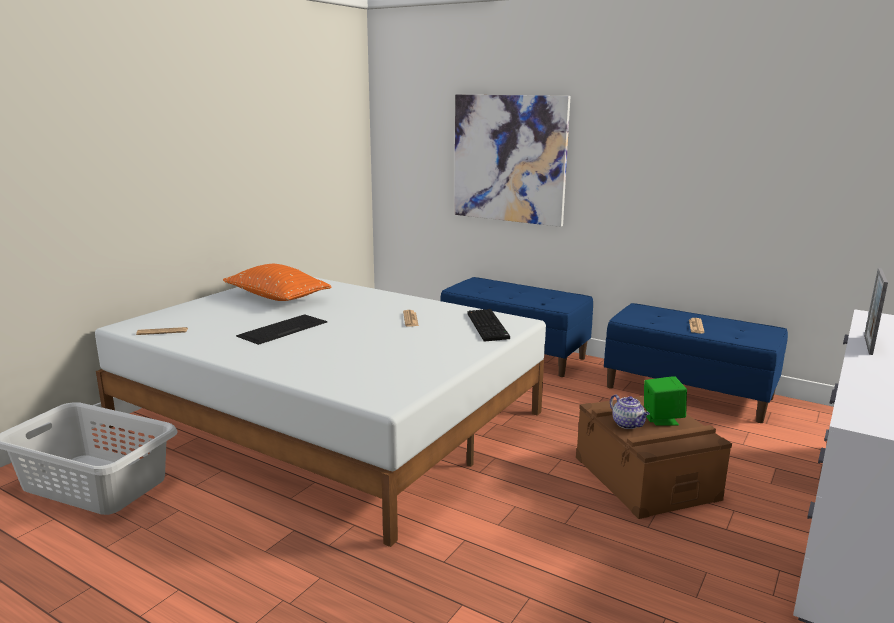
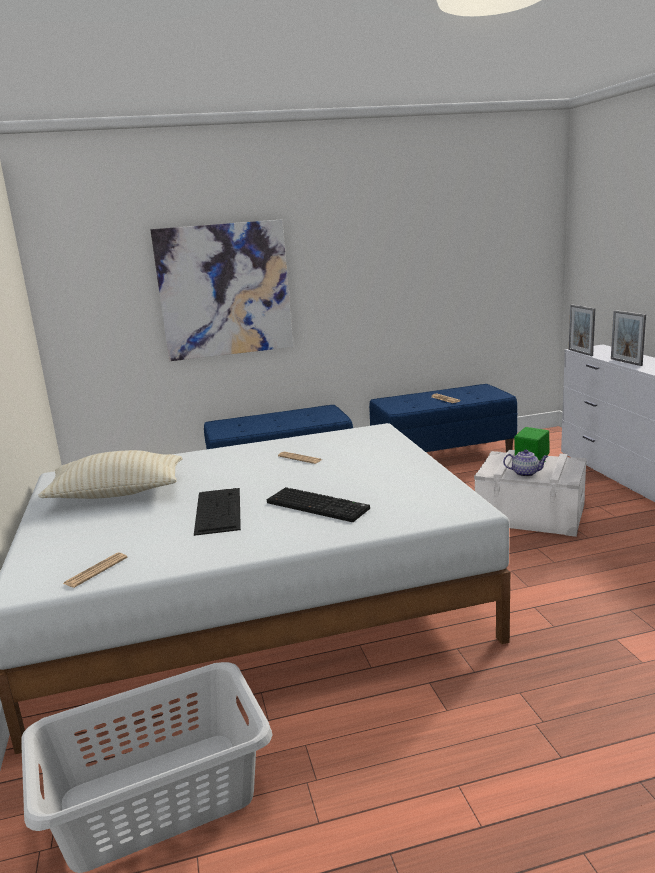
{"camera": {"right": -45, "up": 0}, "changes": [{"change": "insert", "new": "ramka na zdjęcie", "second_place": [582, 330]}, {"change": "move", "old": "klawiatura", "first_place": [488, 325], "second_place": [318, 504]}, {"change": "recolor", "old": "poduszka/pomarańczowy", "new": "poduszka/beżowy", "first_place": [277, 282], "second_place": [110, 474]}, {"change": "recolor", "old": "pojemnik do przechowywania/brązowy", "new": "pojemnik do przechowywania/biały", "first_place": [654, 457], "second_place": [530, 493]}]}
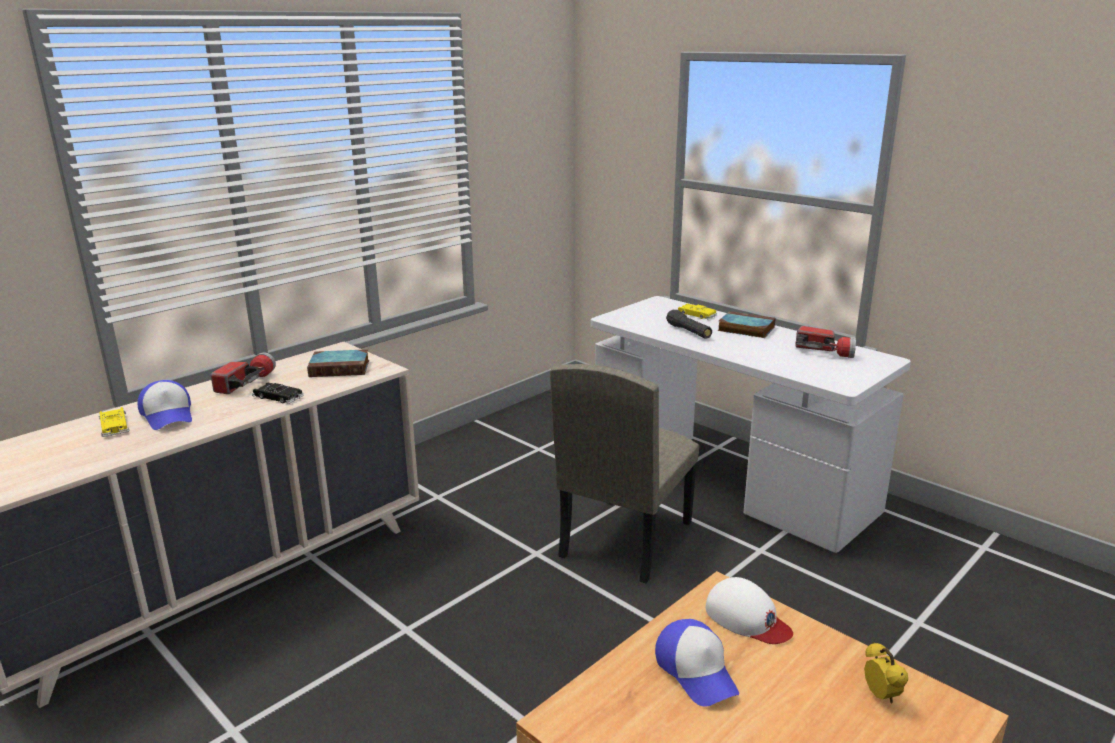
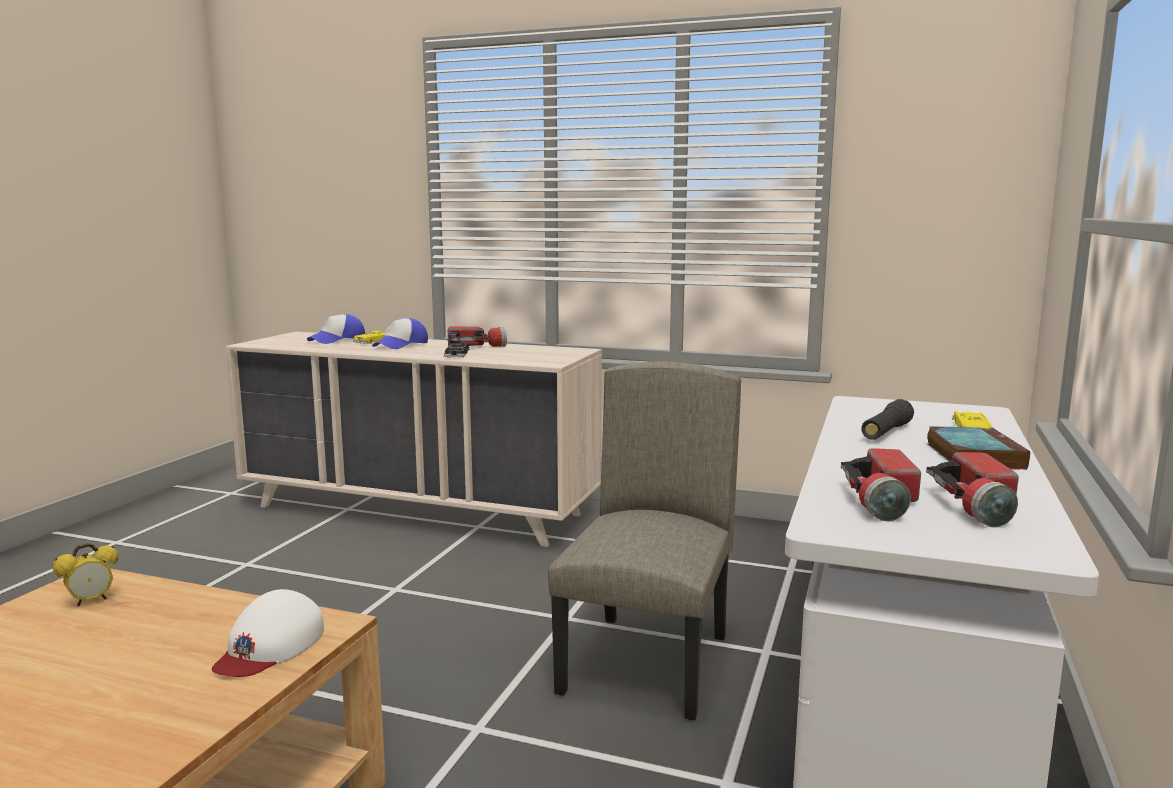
{"camera": {"right": 65, "up": -10}, "changes": [{"change": "delete", "old": "książka", "first_place": [338, 363]}, {"change": "insert", "new": "latarka", "second_place": [881, 485]}, {"change": "move", "old": "czapka z daszkiem", "first_place": [697, 663], "second_place": [336, 329]}, {"change": "move", "old": "budzik", "first_place": [886, 672], "second_place": [85, 574]}, {"change": "rotate", "old": "krzesło/beżowy", "first_place": [624, 473], "second_place": [644, 540], "degrees": 105}]}
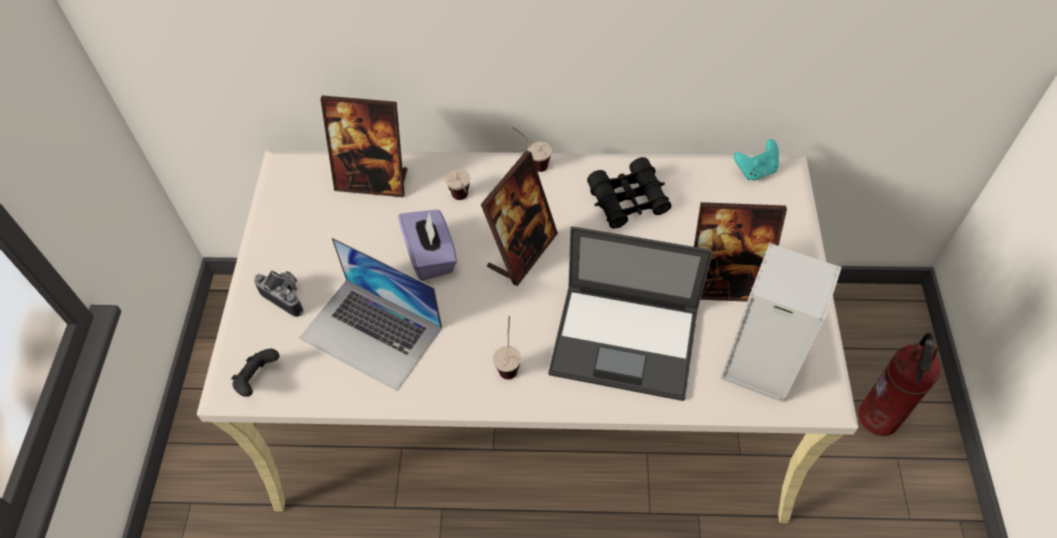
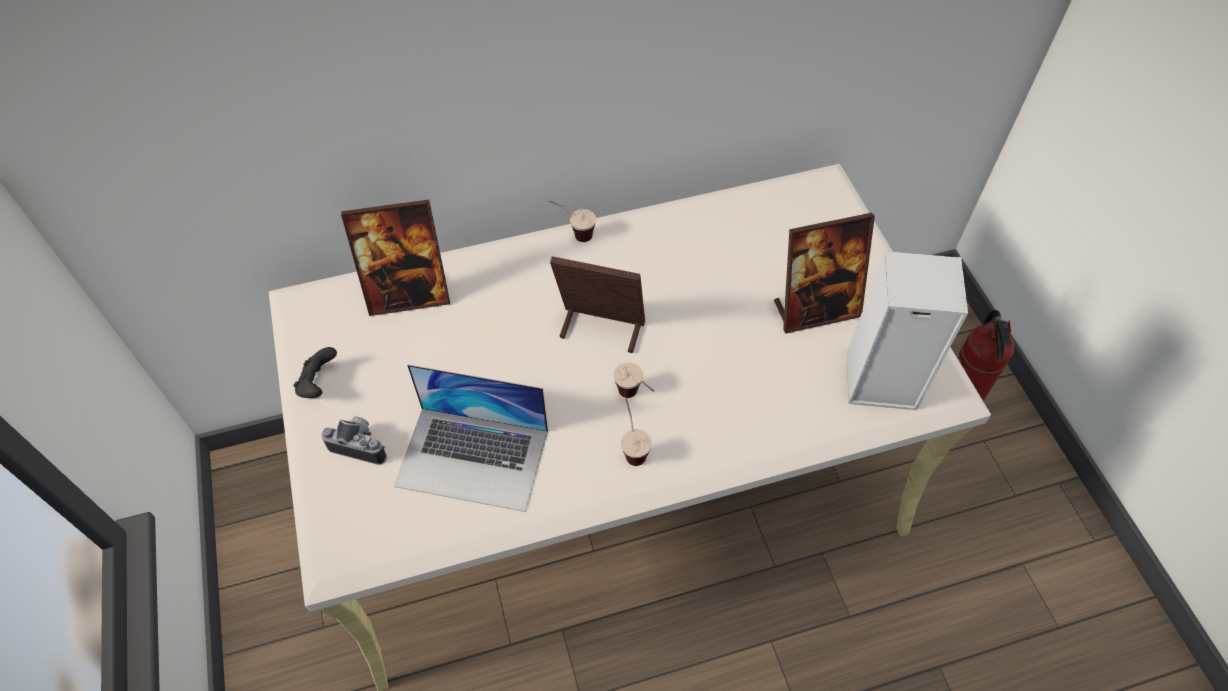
{"camera": {"right": -20, "up": 0}, "changes": [{"change": "delete", "old": "pudełko chusteczek/fioletowy", "first_place": [427, 245]}, {"change": "delete", "old": "laptop", "first_place": [630, 313]}, {"change": "delete", "old": "lornetka/czarny", "first_place": [629, 193]}, {"change": "delete", "old": "pad do gier/turkusowy", "first_place": [756, 159]}, {"change": "move", "old": "pad do gier/czarny", "first_place": [255, 373], "second_place": [315, 372]}, {"change": "move", "old": "filiżanka", "first_place": [458, 184], "second_place": [633, 380]}, {"change": "rotate", "old": "ramka na zdjęcie", "first_place": [519, 218], "second_place": [597, 304], "degrees": -90}]}
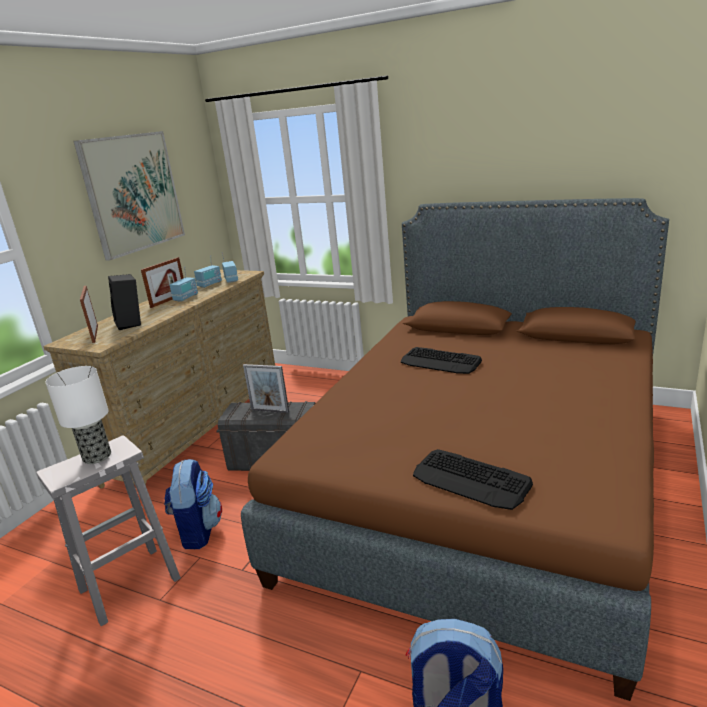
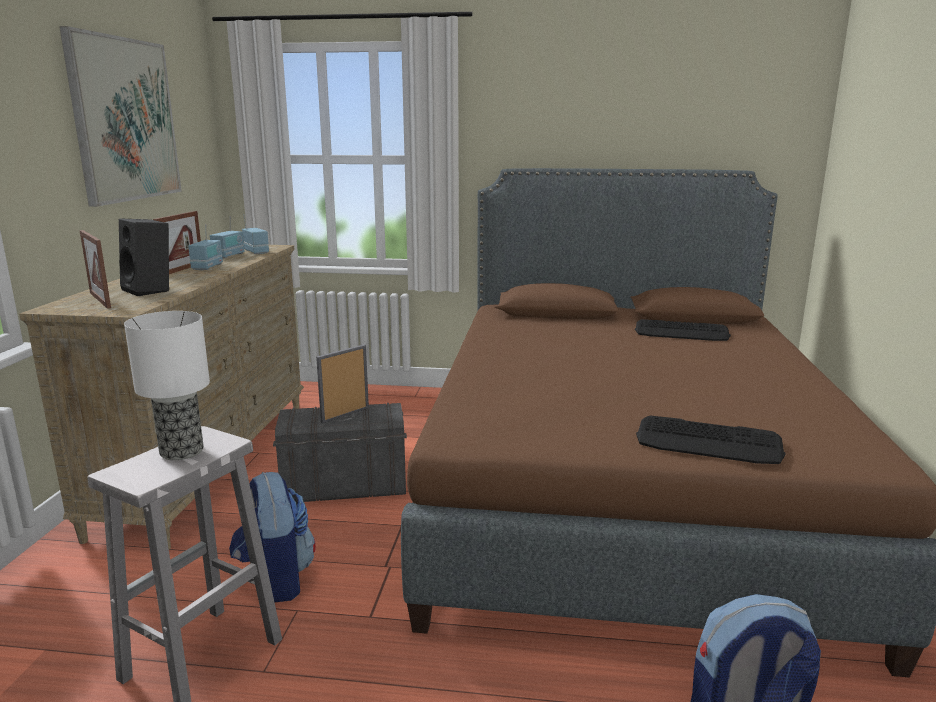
{"camera": {"right": -20, "up": -5}, "changes": [{"change": "move", "old": "klawiatura", "first_place": [441, 360], "second_place": [683, 330]}, {"change": "rotate", "old": "ramka na zdjęcie", "first_place": [266, 388], "second_place": [342, 383], "degrees": 135}]}
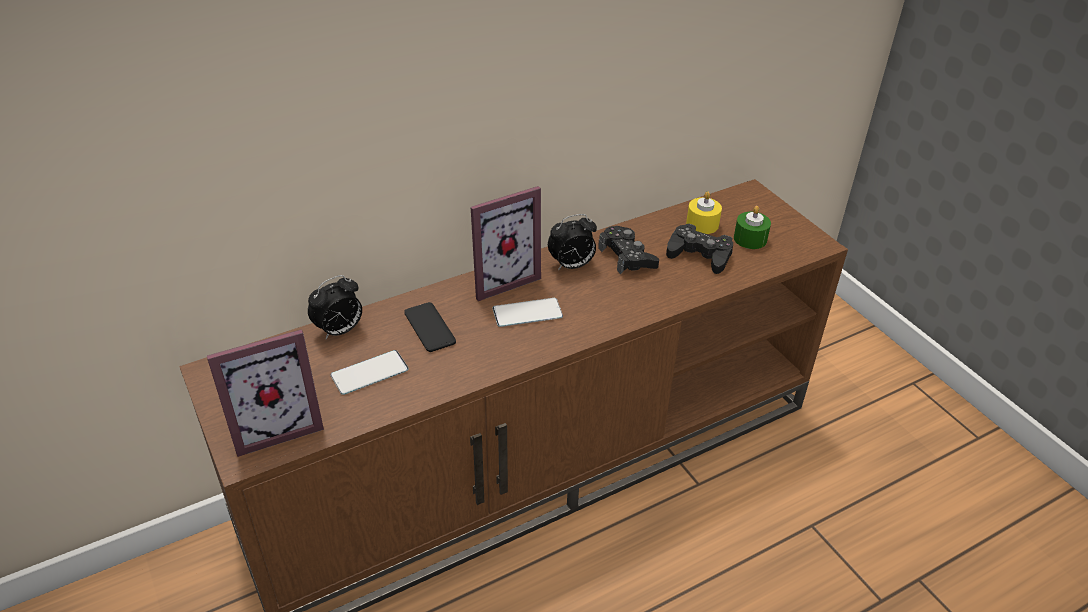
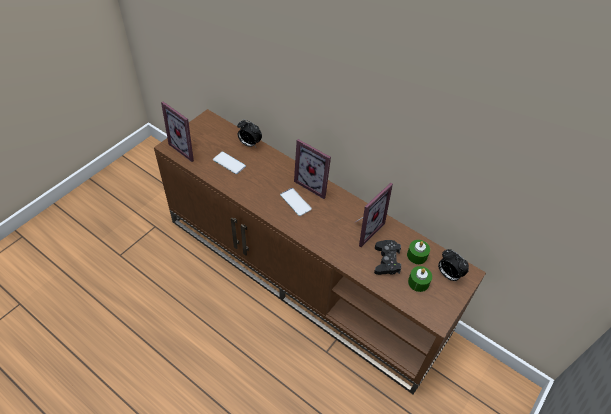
{"camera": {"right": 65, "up": 10}, "changes": [{"change": "delete", "old": "telefon", "first_place": [430, 327]}, {"change": "move", "old": "budzik", "first_place": [572, 242], "second_place": [453, 265]}, {"change": "replace", "old": "pad do gier/czarny", "new": "ramka na zdjęcie", "first_place": [628, 250], "second_place": [374, 215]}, {"change": "recolor", "old": "świeca/żółty", "new": "świeca/zielony", "first_place": [704, 212], "second_place": [418, 252]}]}
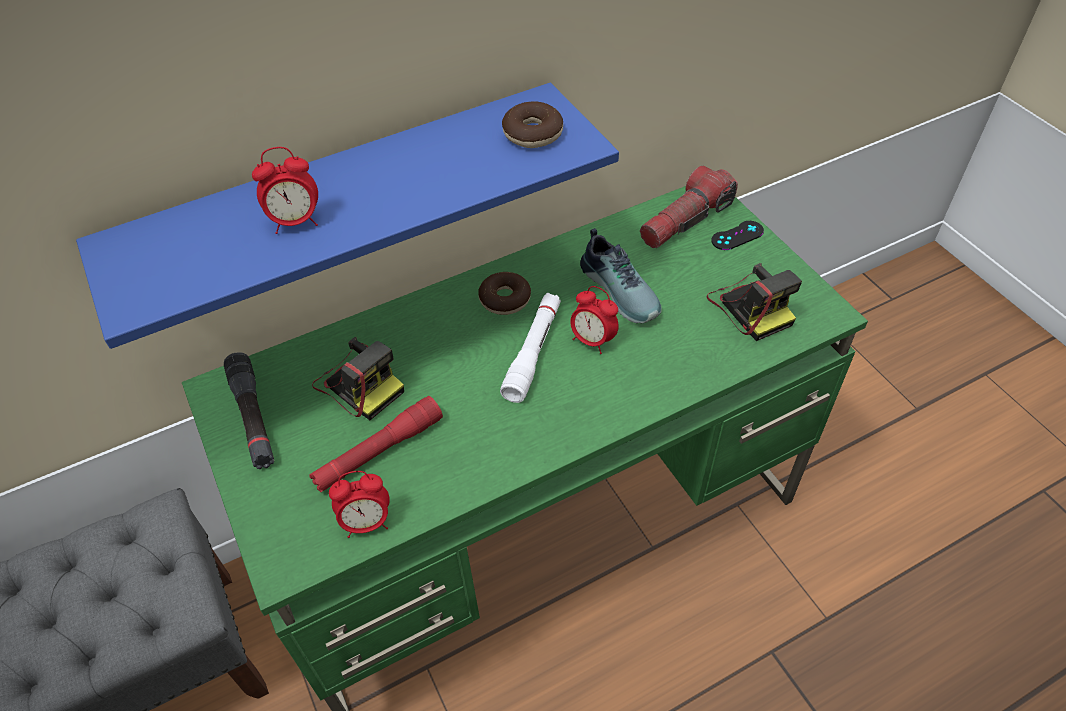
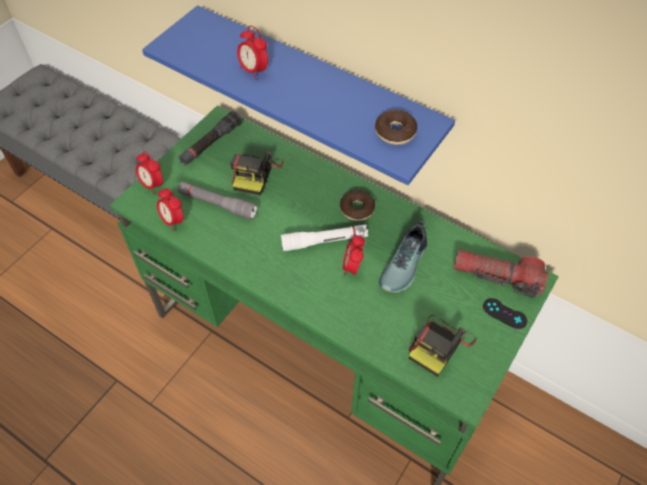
{"camera": {"right": 60, "up": 5}, "changes": [{"change": "insert", "new": "budzik", "second_place": [149, 172]}, {"change": "recolor", "old": "latarka/czerwony", "new": "latarka/szary", "first_place": [376, 444], "second_place": [217, 200]}]}
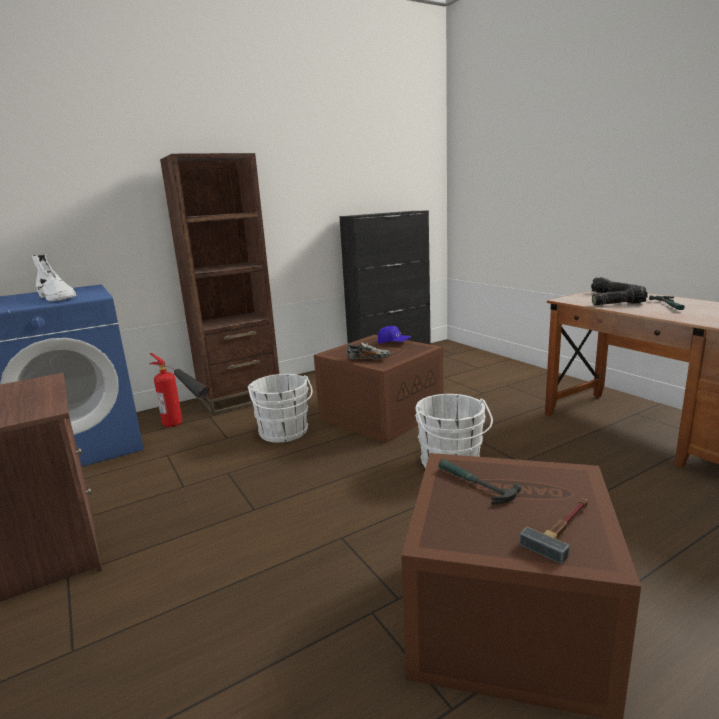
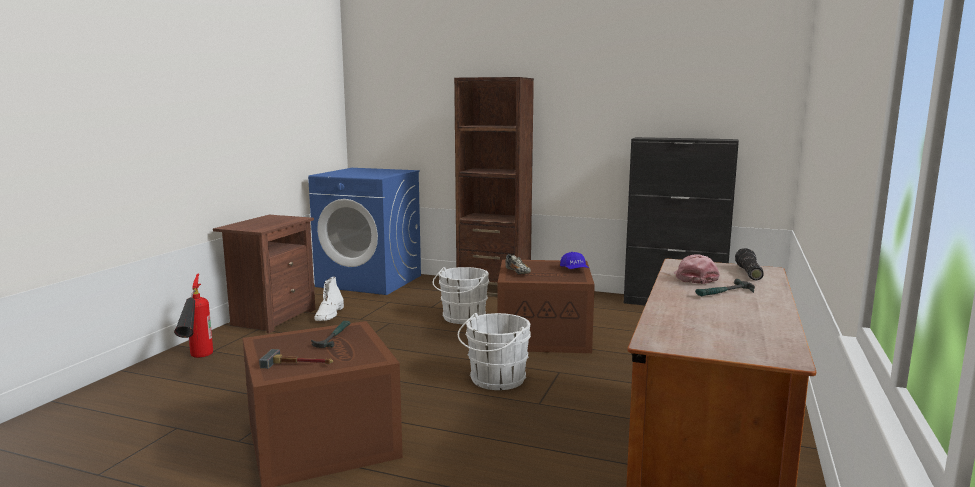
{"camera": {"right": 50, "up": -5}, "changes": [{"change": "move", "old": "but z cholewką/biały", "first_place": [54, 277], "second_place": [329, 298]}, {"change": "move", "old": "gaśnica", "first_place": [179, 390], "second_place": [193, 316]}, {"change": "replace", "old": "latarka", "new": "czapka z daszkiem/różowy", "first_place": [620, 296], "second_place": [697, 269]}]}
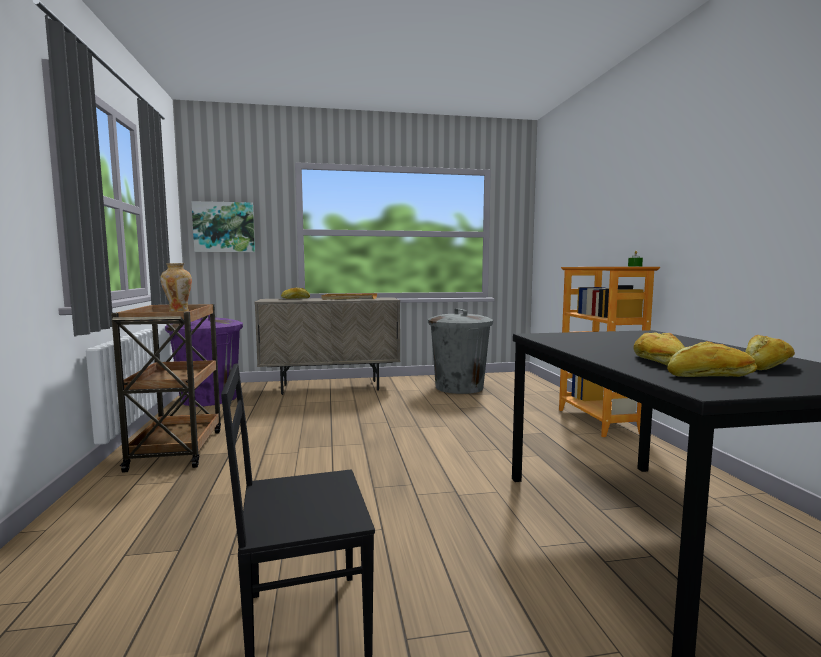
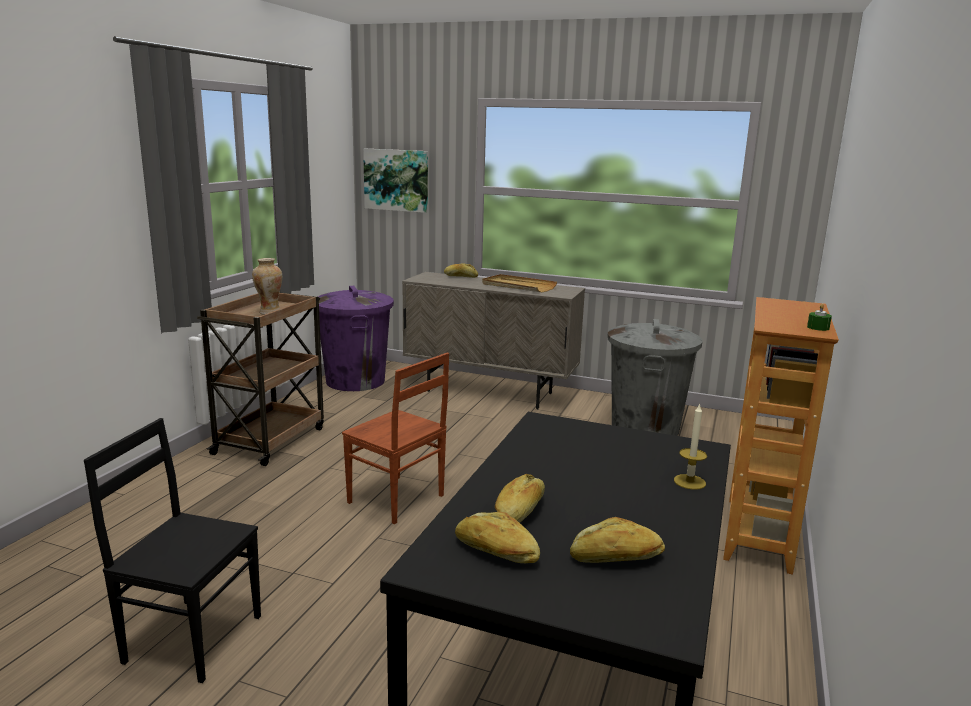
{"camera": {"right": 30, "up": 10}, "changes": [{"change": "insert", "new": "krzesło/brązowy", "second_place": [395, 438]}, {"change": "insert", "new": "świeca", "second_place": [690, 446]}]}
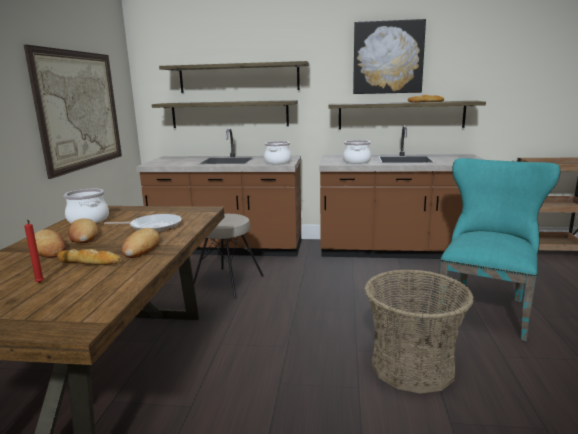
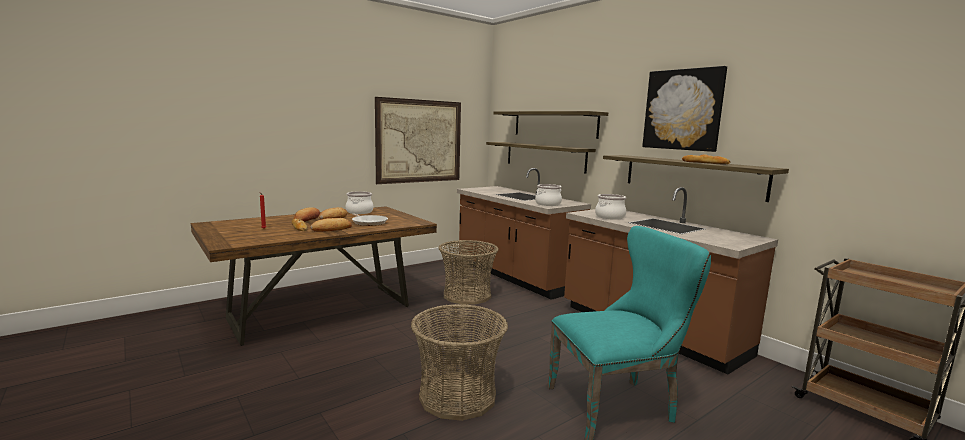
{"camera": {"right": 45, "up": -5}, "changes": [{"change": "replace", "old": "stołek/beżowy", "new": "koszyk", "first_place": [228, 256], "second_place": [468, 272]}]}
